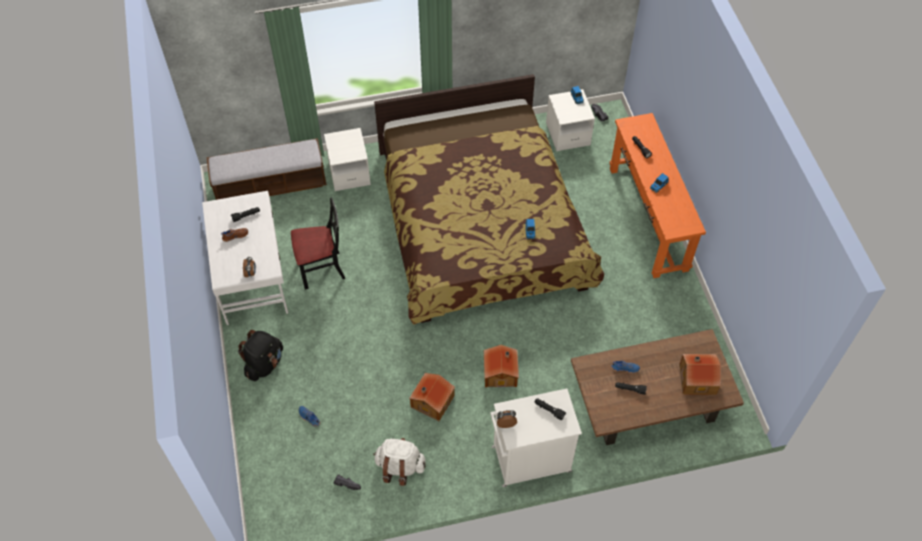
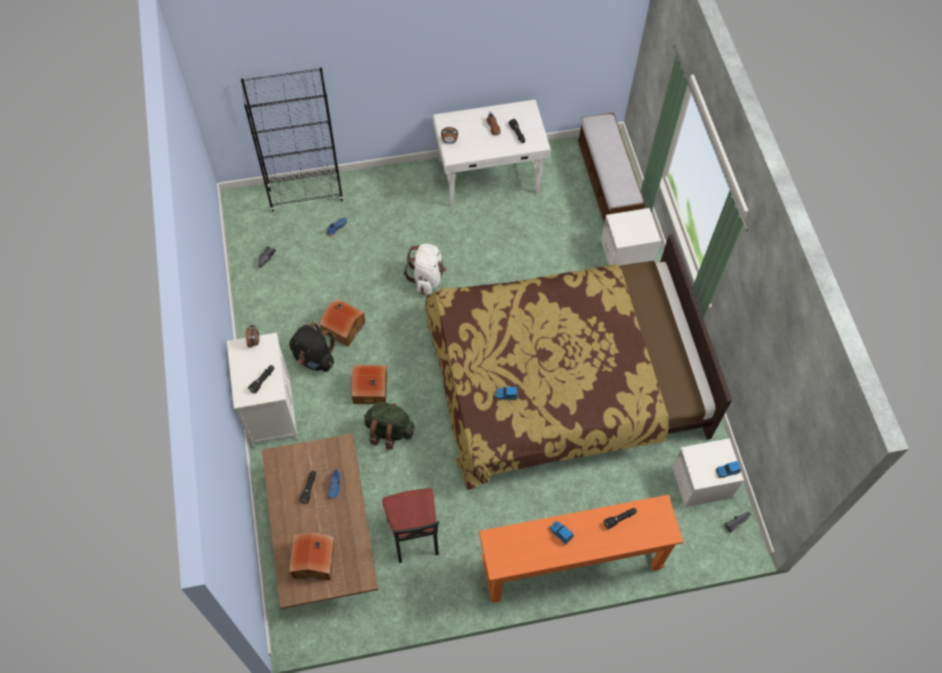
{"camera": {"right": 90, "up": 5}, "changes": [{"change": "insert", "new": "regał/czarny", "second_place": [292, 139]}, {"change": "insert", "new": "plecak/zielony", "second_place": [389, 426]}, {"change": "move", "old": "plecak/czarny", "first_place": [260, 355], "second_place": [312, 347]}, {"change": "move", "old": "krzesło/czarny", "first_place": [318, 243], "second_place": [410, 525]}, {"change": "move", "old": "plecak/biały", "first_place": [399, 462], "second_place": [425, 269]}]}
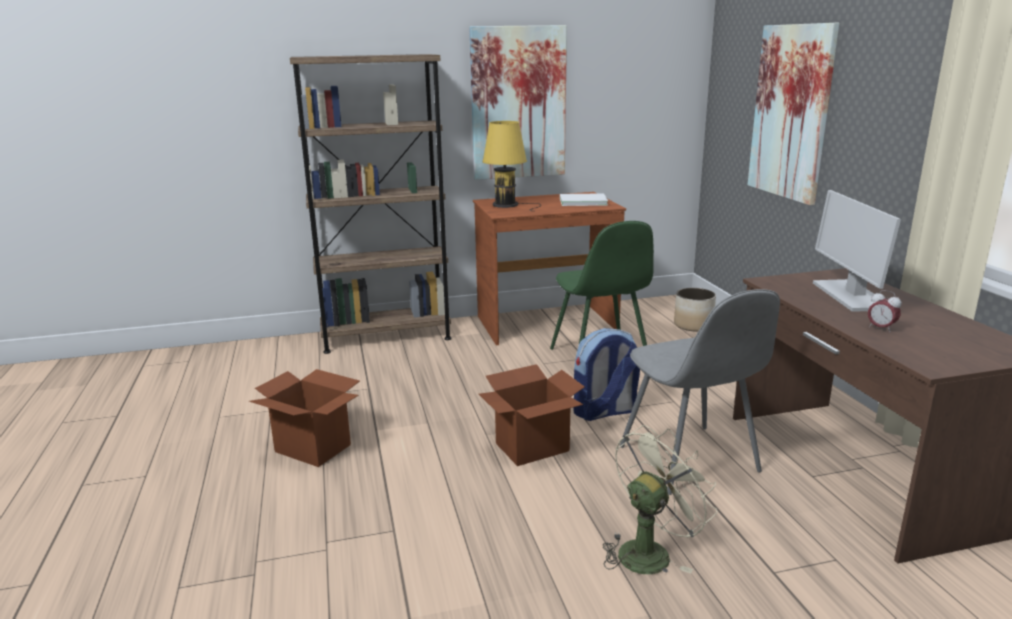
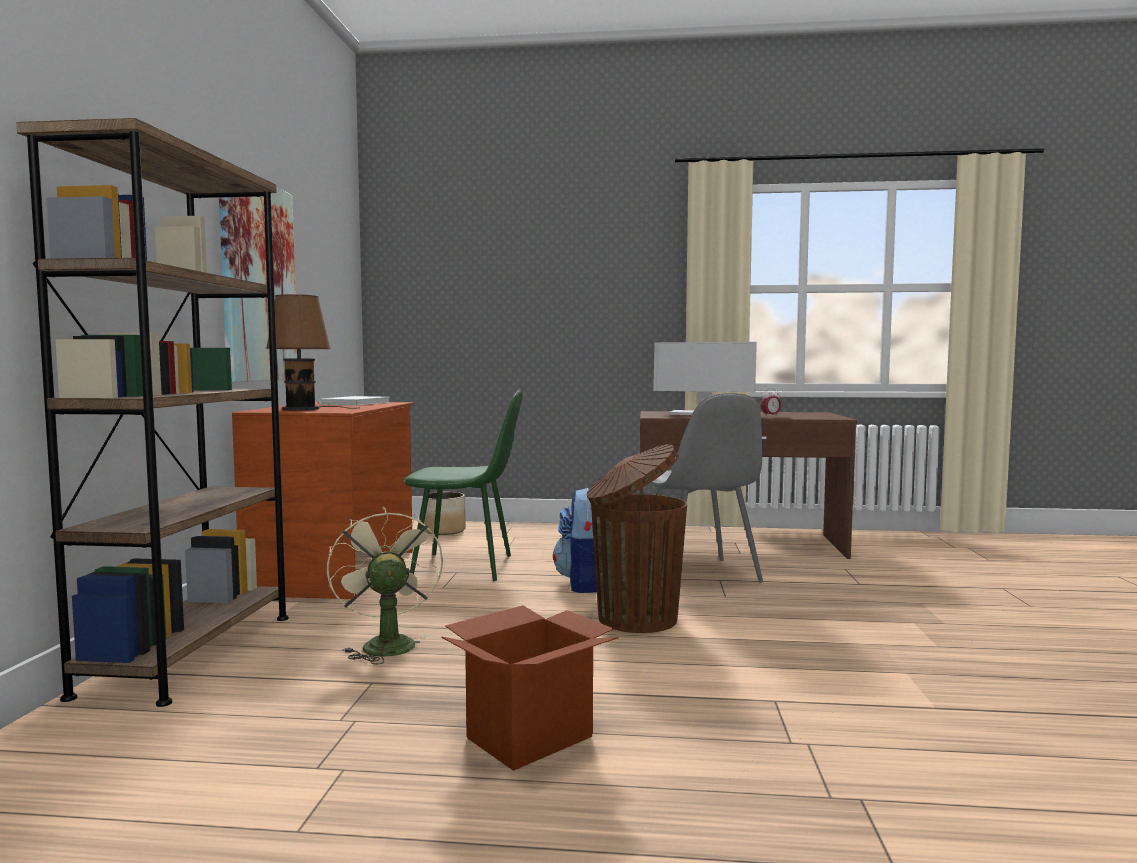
{"camera": {"right": -70, "up": -15}, "changes": [{"change": "delete", "old": "obraz", "first_place": [793, 114]}, {"change": "move", "old": "wentylator/beżowy", "first_place": [660, 499], "second_place": [385, 586]}, {"change": "replace", "old": "karton", "new": "kosz na śmieci/brązowy", "first_place": [532, 415], "second_place": [637, 538]}, {"change": "recolor", "old": "lampa stołowa/żółty", "new": "lampa stołowa/brązowy", "first_place": [511, 166], "second_place": [311, 352]}, {"change": "rotate", "old": "krzesło/szary", "first_place": [700, 392], "second_place": [706, 488], "degrees": 75}]}
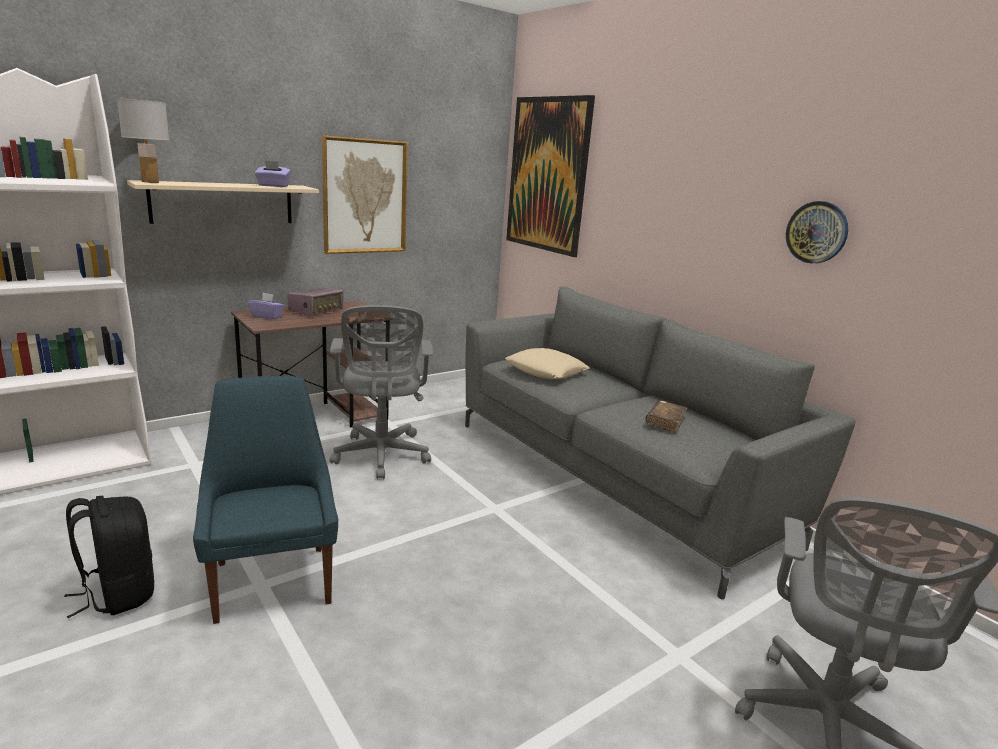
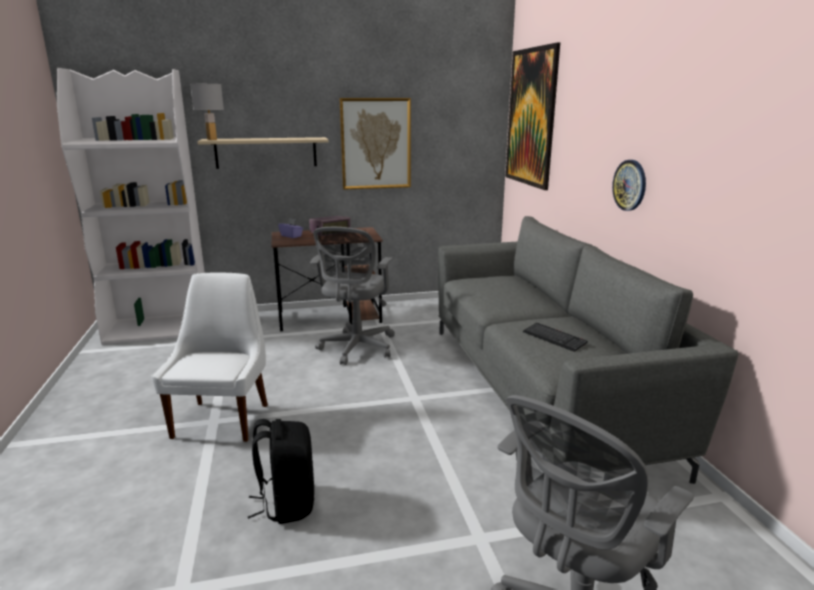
{"camera": {"right": 25, "up": 0}, "changes": [{"change": "delete", "old": "pudełko chusteczek/fioletowy", "first_place": [273, 173]}, {"change": "delete", "old": "poduszka/beżowy", "first_place": [547, 363]}, {"change": "move", "old": "plecak/czarny", "first_place": [109, 557], "second_place": [281, 471]}, {"change": "move", "old": "zegar ścienny", "first_place": [817, 232], "second_place": [629, 185]}, {"change": "replace", "old": "książka/brązowy", "new": "klawiatura", "first_place": [666, 417], "second_place": [555, 337]}, {"change": "recolor", "old": "krzesło/niebieski", "new": "krzesło/biały", "first_place": [265, 500], "second_place": [209, 357]}]}
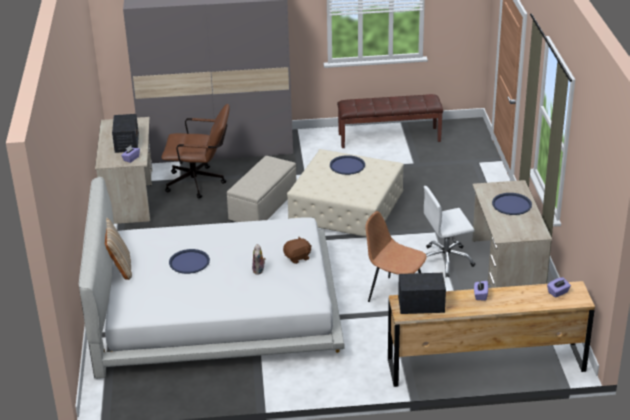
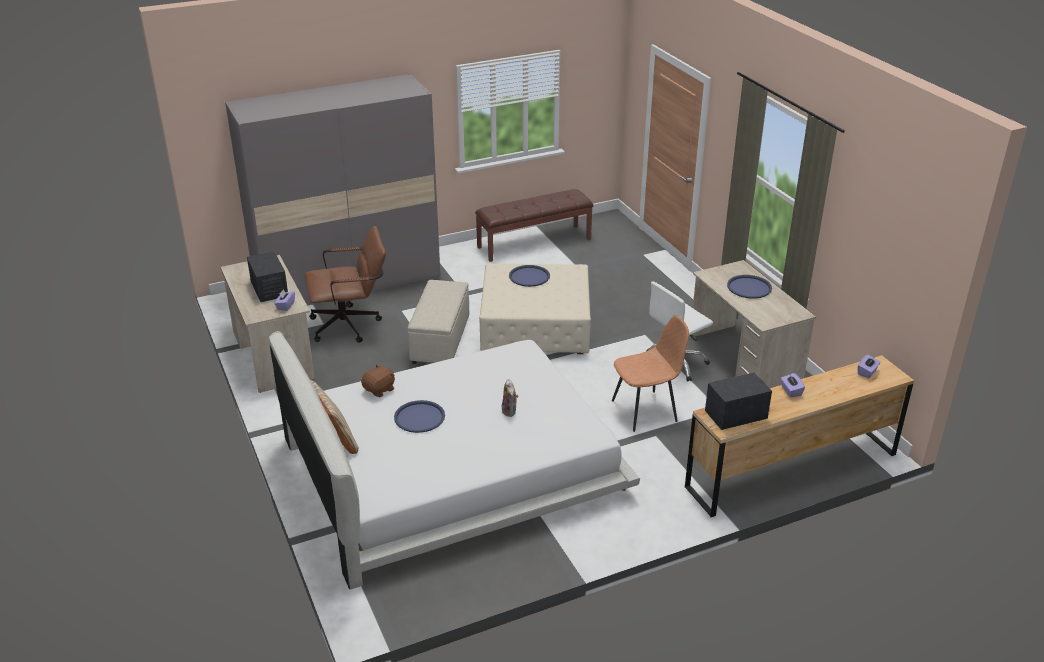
{"camera": {"right": -20, "up": 0}, "changes": [{"change": "move", "old": "pluszak/brązowy", "first_place": [297, 250], "second_place": [378, 381]}, {"change": "rotate", "old": "krzesło/brązowy", "first_place": [396, 256], "second_place": [650, 373], "degrees": 150}]}
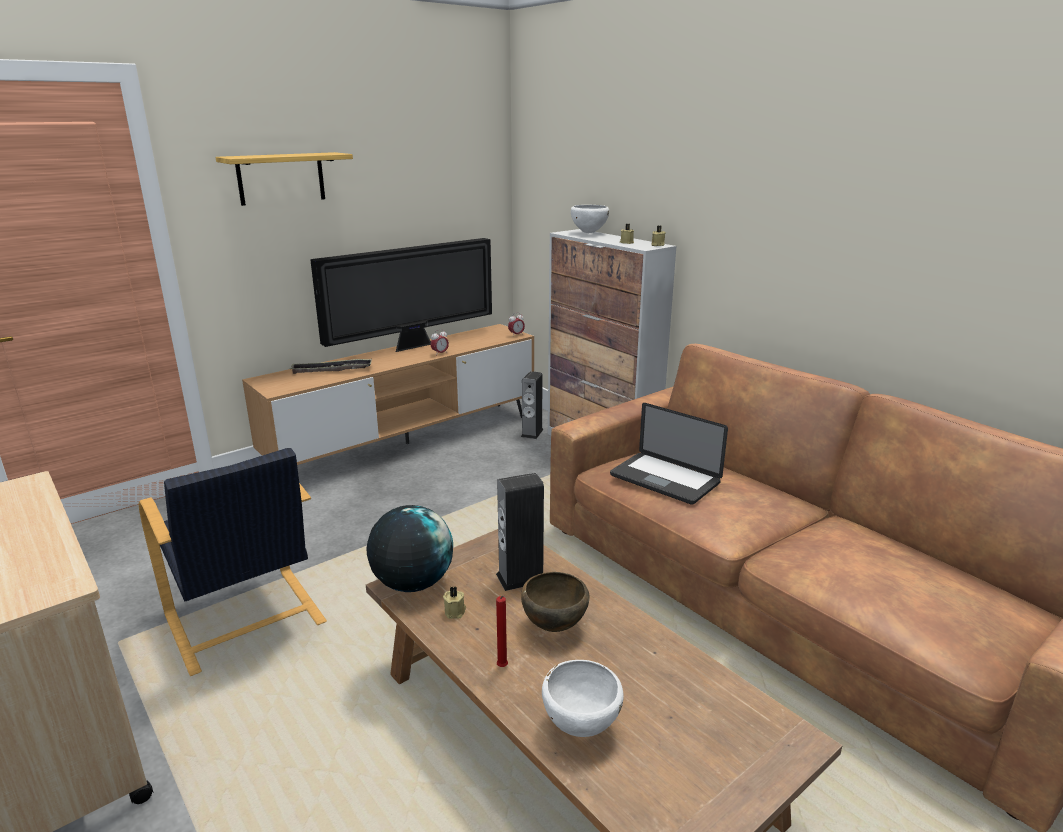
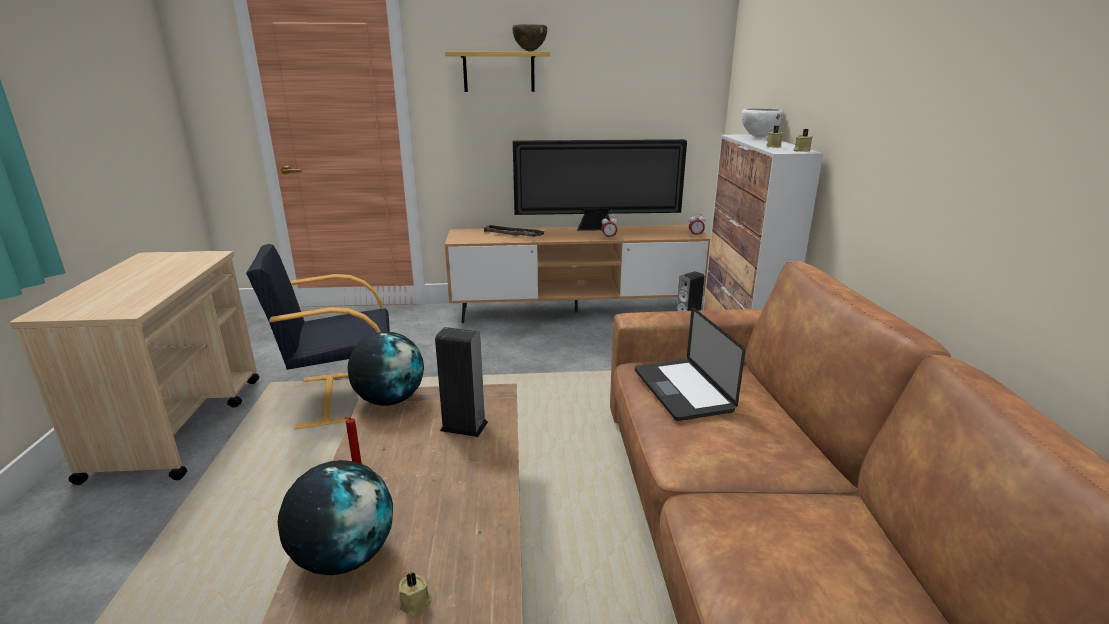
{"camera": {"right": 35, "up": 0}, "changes": [{"change": "move", "old": "świeca/beżowy", "first_place": [454, 603], "second_place": [415, 594]}, {"change": "move", "old": "miska/brązowy", "first_place": [555, 602], "second_place": [529, 37]}, {"change": "replace", "old": "miska/biały", "new": "globus", "first_place": [583, 698], "second_place": [335, 517]}, {"change": "rotate", "old": "fotel/czarny", "first_place": [232, 562], "second_place": [318, 336], "degrees": 75}]}
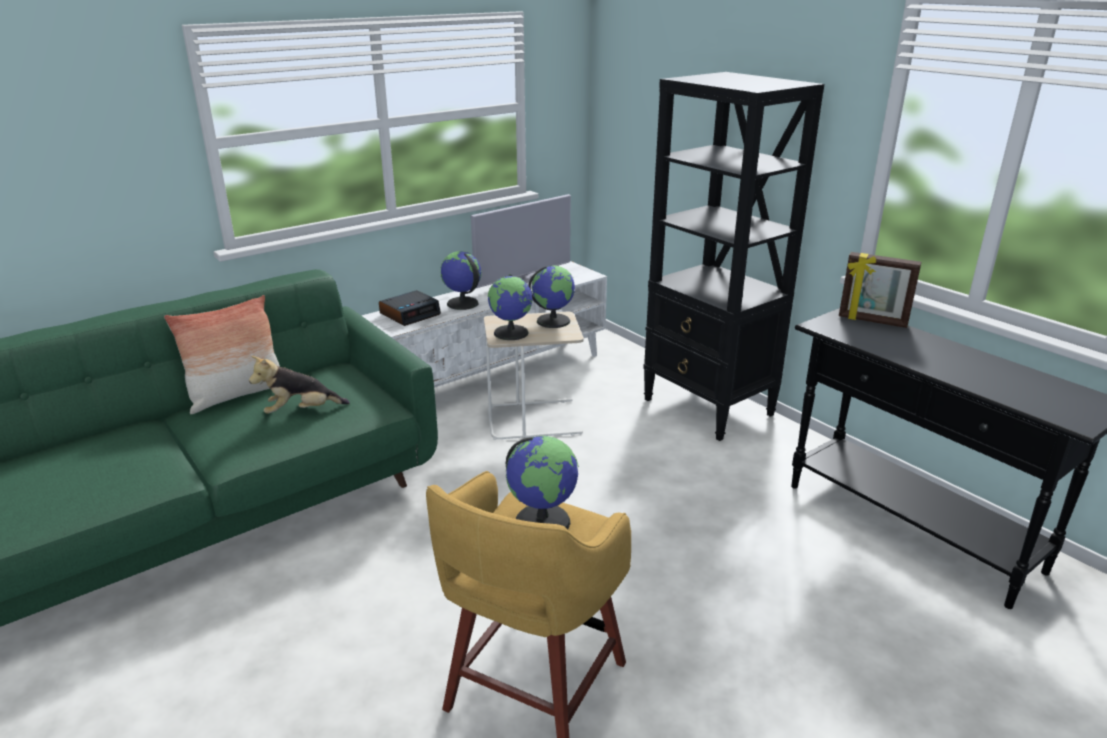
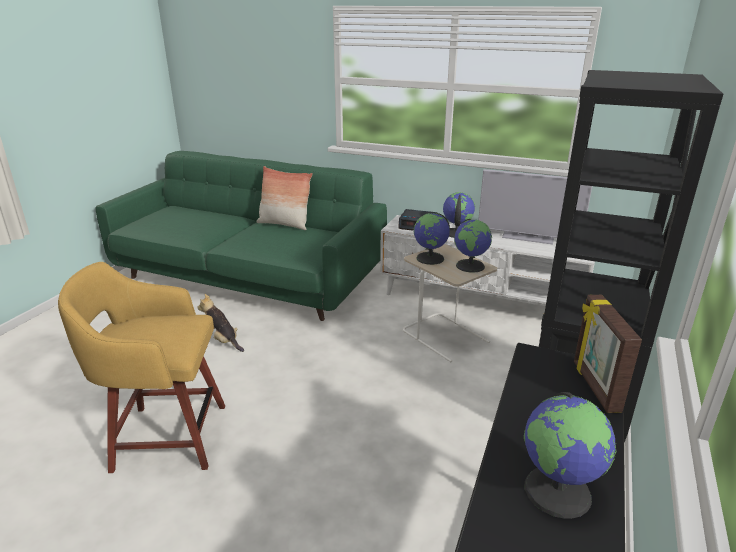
{"camera": {"right": 60, "up": 0}, "changes": [{"change": "move", "old": "pluszak", "first_place": [299, 385], "second_place": [220, 323]}, {"change": "move", "old": "globus", "first_place": [542, 483], "second_place": [570, 455]}]}
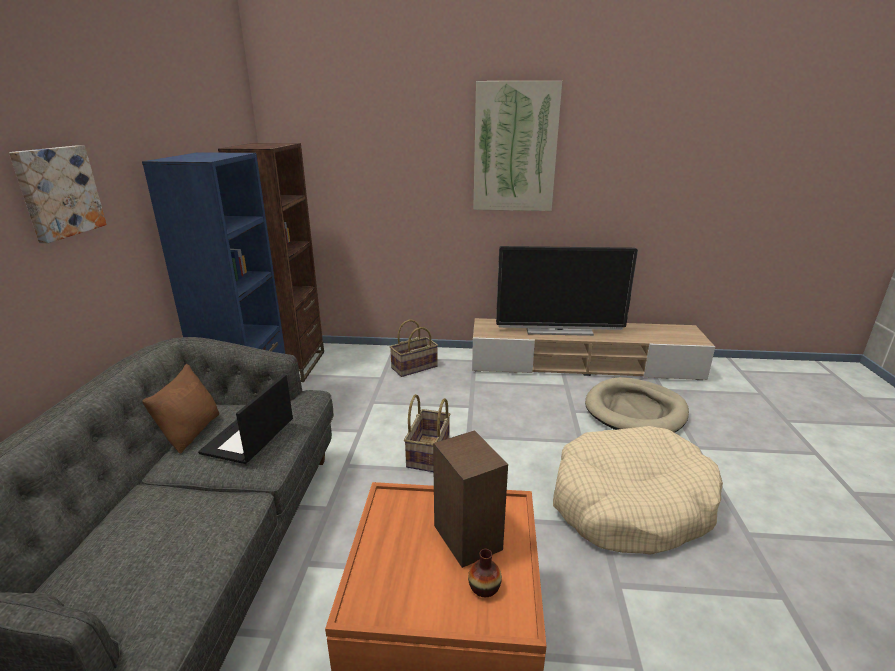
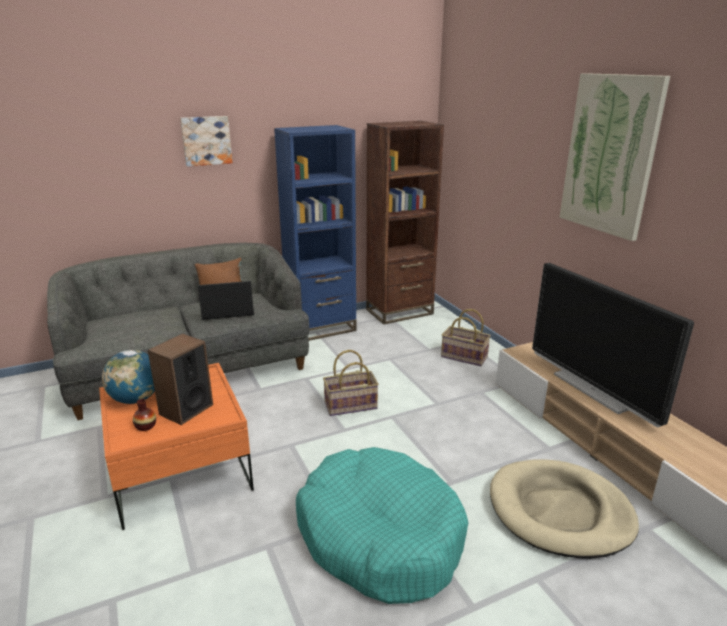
{"camera": {"right": 60, "up": 0}, "changes": [{"change": "insert", "new": "globus", "second_place": [128, 377]}, {"change": "recolor", "old": "legowisko/beżowy", "new": "legowisko/turkusowy", "first_place": [638, 490], "second_place": [382, 525]}]}
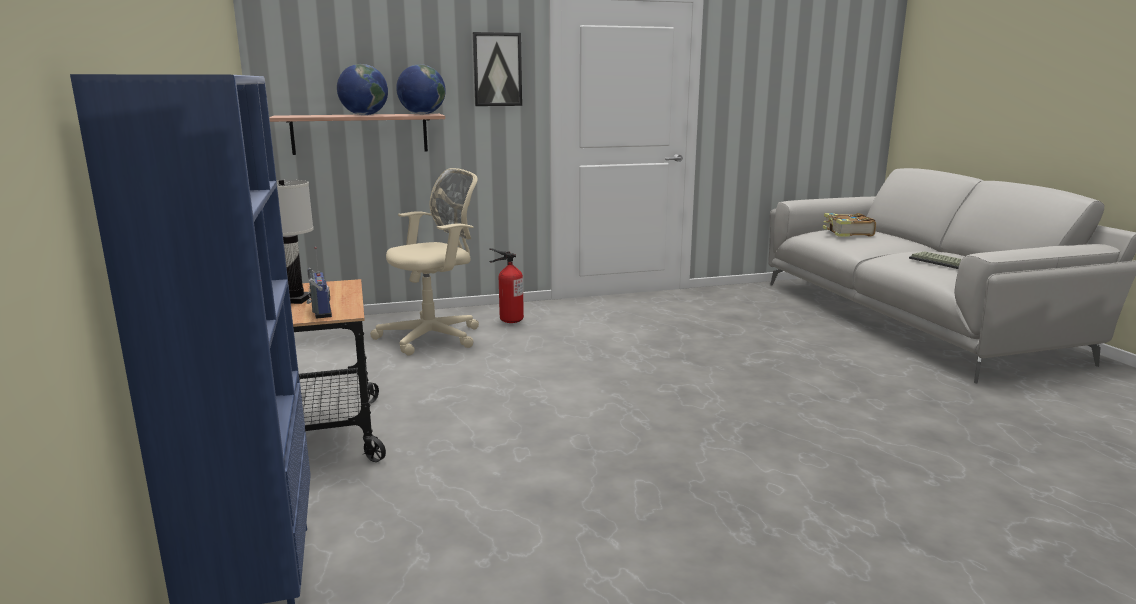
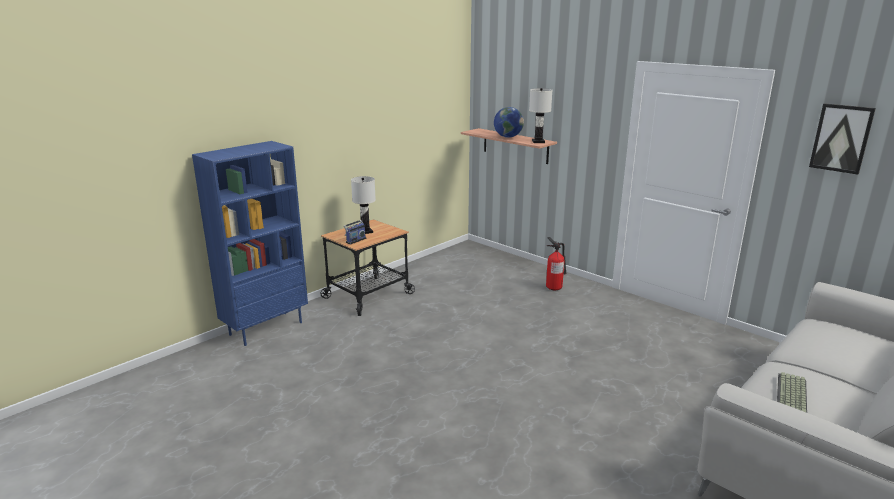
{"camera": {"right": 60, "up": 5}, "changes": [{"change": "delete", "old": "krzesło biurowe/beżowy", "first_place": [424, 261]}, {"change": "delete", "old": "książka", "first_place": [849, 225]}, {"change": "move", "old": "obraz", "first_place": [497, 69], "second_place": [842, 139]}, {"change": "replace", "old": "globus", "new": "lampa stołowa/biały", "first_place": [421, 89], "second_place": [541, 115]}]}
